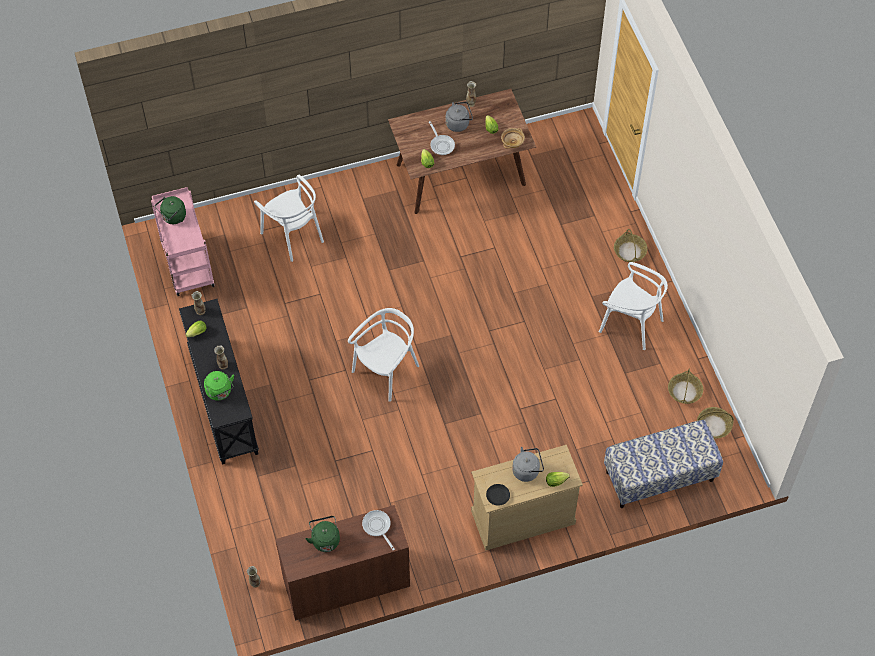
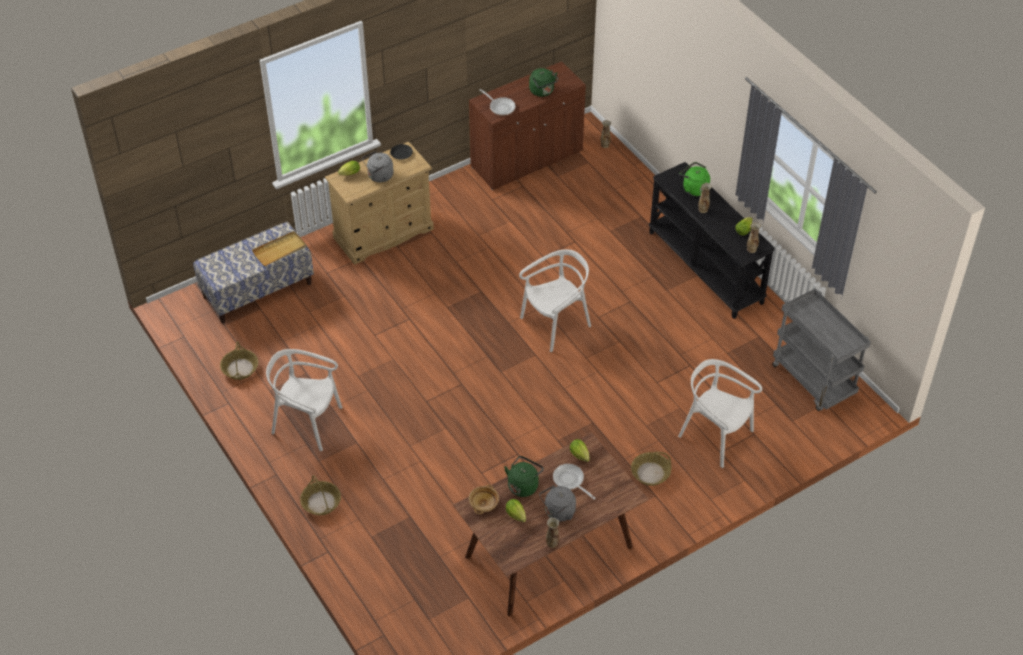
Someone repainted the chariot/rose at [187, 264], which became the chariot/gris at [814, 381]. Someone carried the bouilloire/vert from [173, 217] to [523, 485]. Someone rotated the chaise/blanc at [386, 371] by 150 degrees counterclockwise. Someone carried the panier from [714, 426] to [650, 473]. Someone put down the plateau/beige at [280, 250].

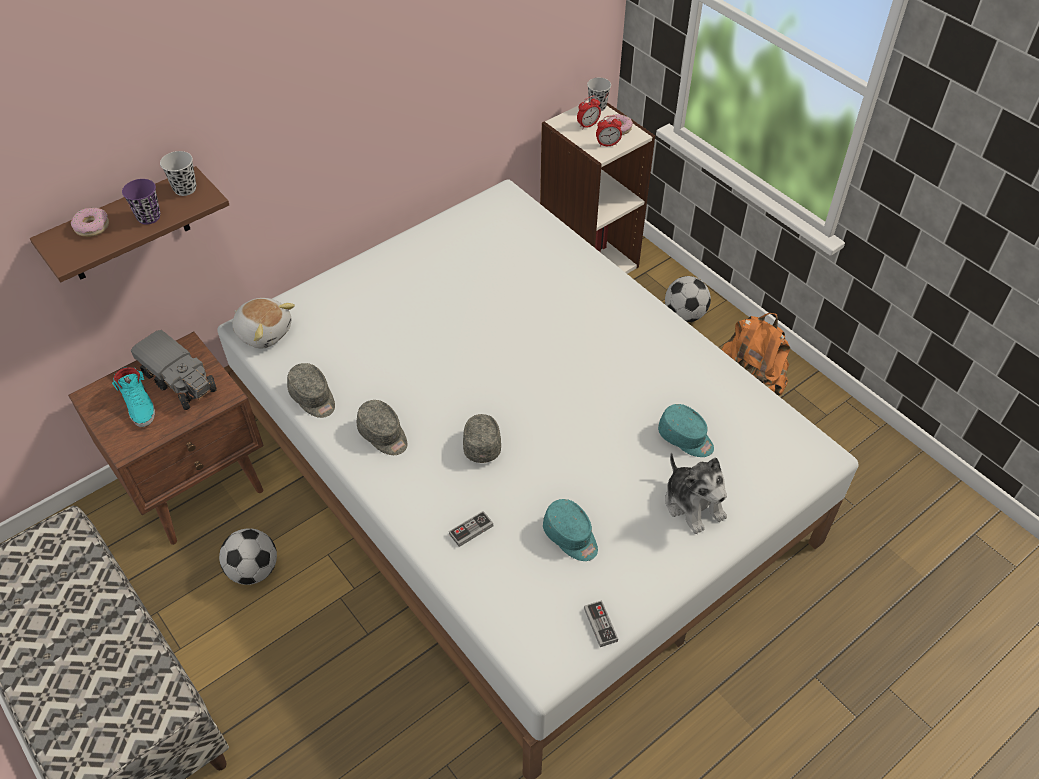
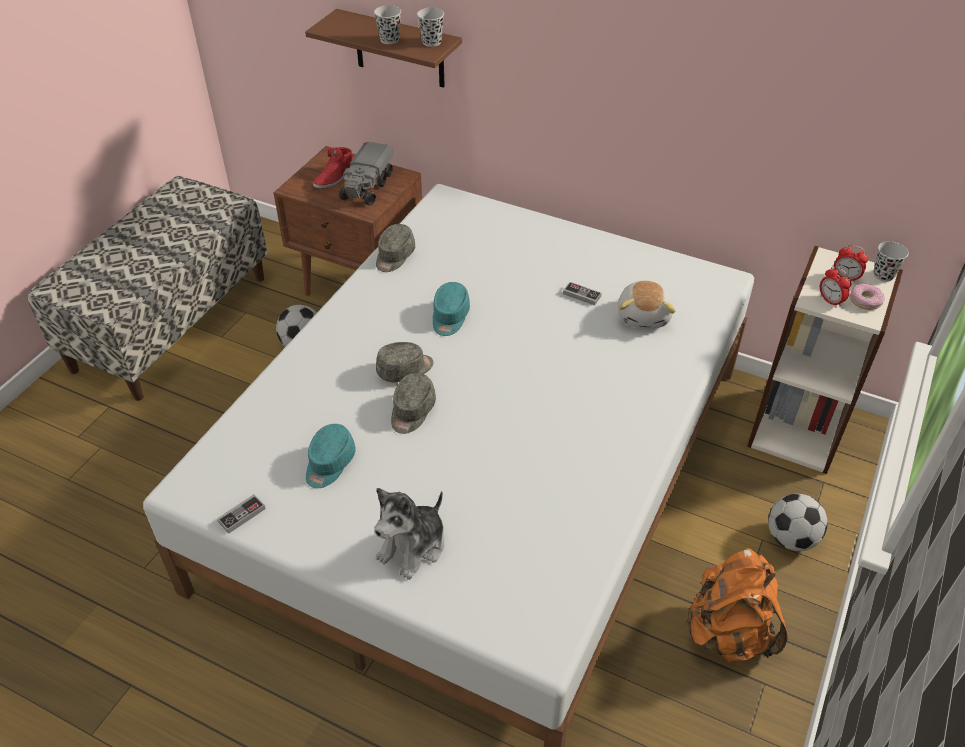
Someone repainted the tasse/violet at [149, 217], which became the tasse/noir at [389, 40]. Someone took away the beignet at [92, 227]. Someone carried the peluche from [264, 332] to [644, 315]. Someone repainted the chaussure/turquoise at [139, 404], which became the chaussure/rouge at [335, 178]. Someone carried the casquette/gris from [383, 435] to [412, 411]. Someone carried the casquette/turquoise from [686, 438] to [450, 317]. Someone carried the manette from [471, 530] to [582, 295].

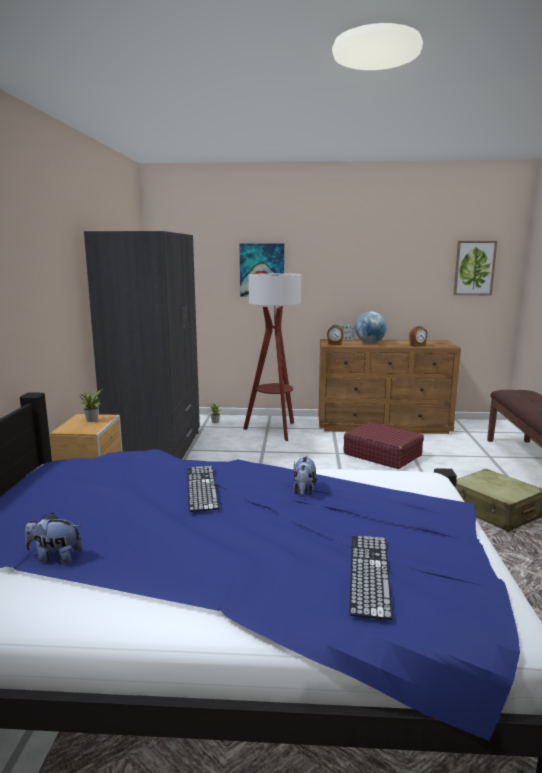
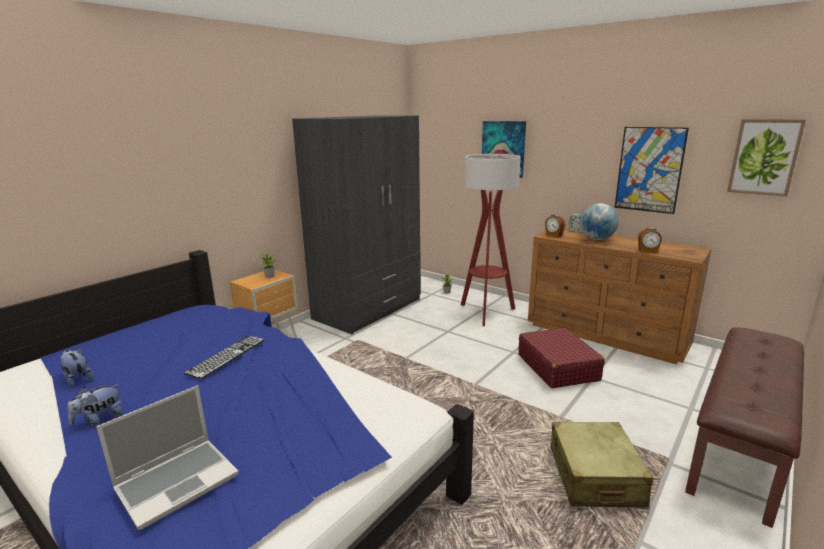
Someone carried the peluche from [304, 491] to [100, 419]. Someone swapped the clavier at [369, 573] for the ordinateur portable at [178, 481]. Someone put up the tableau at [649, 170].

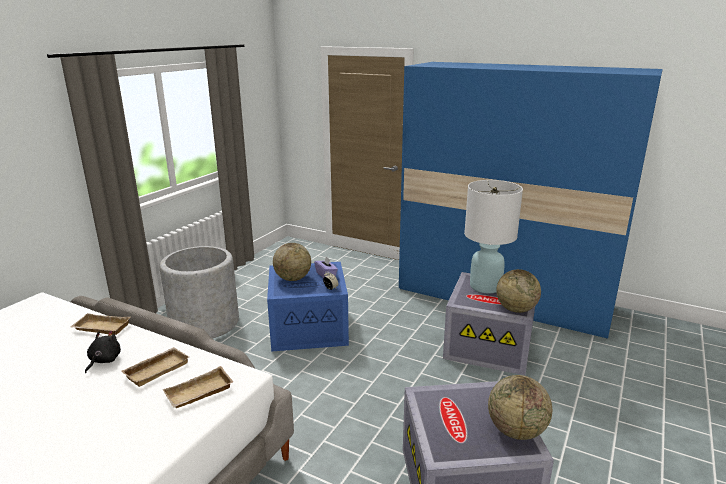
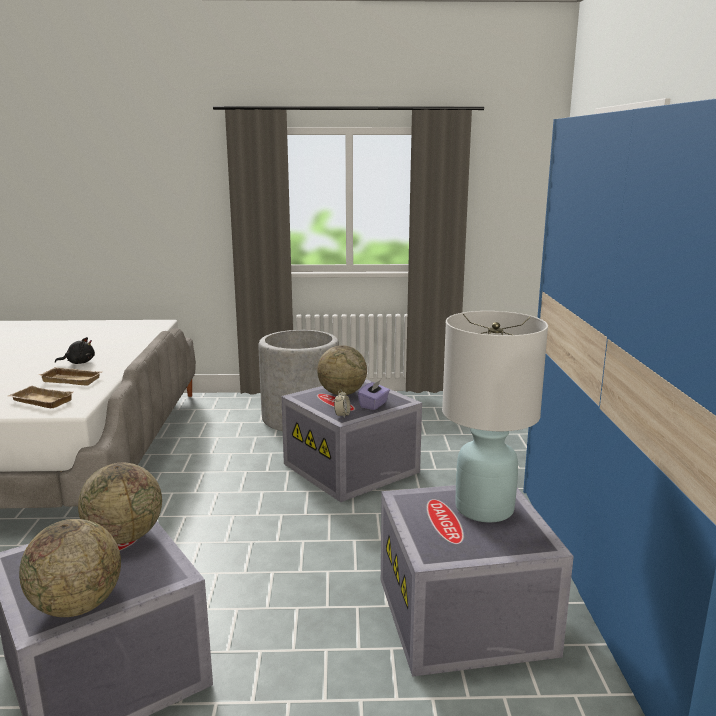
Someone repainted the boîte de rangement/bleu at [310, 327], which became the boîte de rangement/gris at [353, 468]. Someone carried the globe from [516, 309] to [124, 537]. Someone took away the plateau/beige at [100, 328].

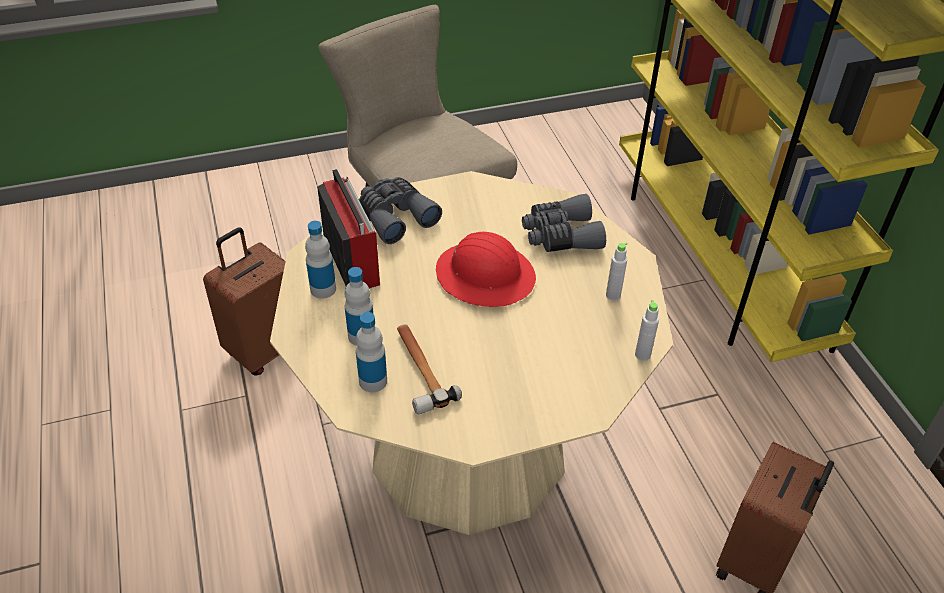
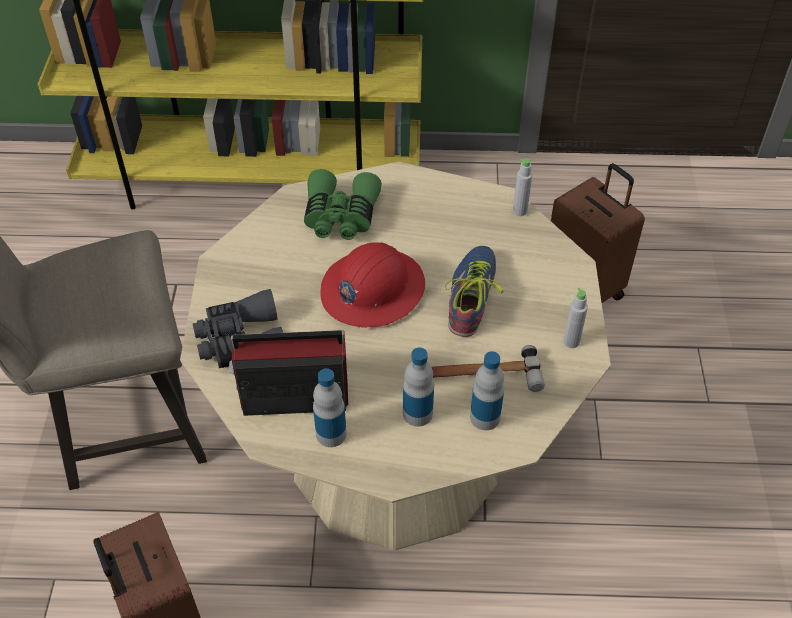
Someone repainted the jumelles/gris at [560, 235], which became the jumelles/vert at [340, 216]. Someone carried the bouteille/gris from [613, 295] to [571, 342]. Someone put down the chaussure at [471, 296].

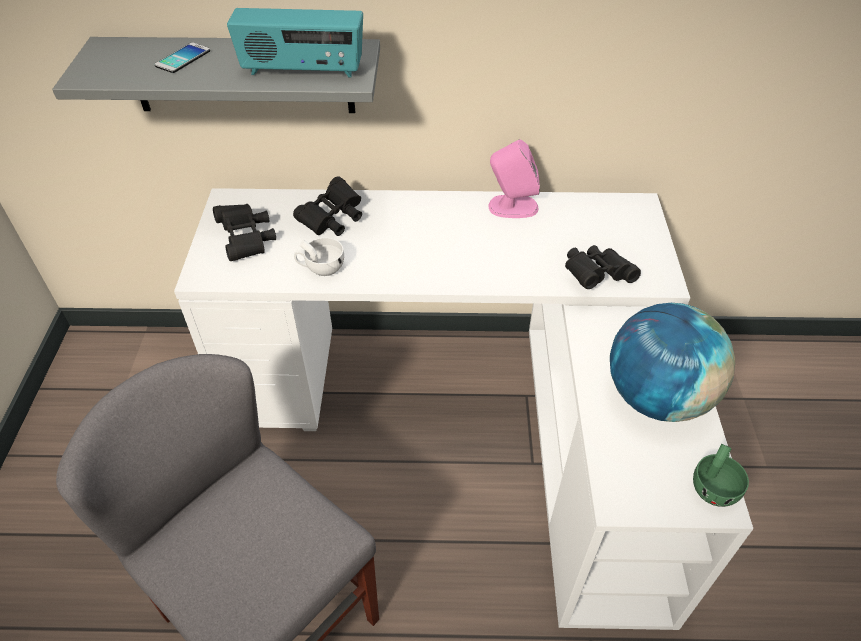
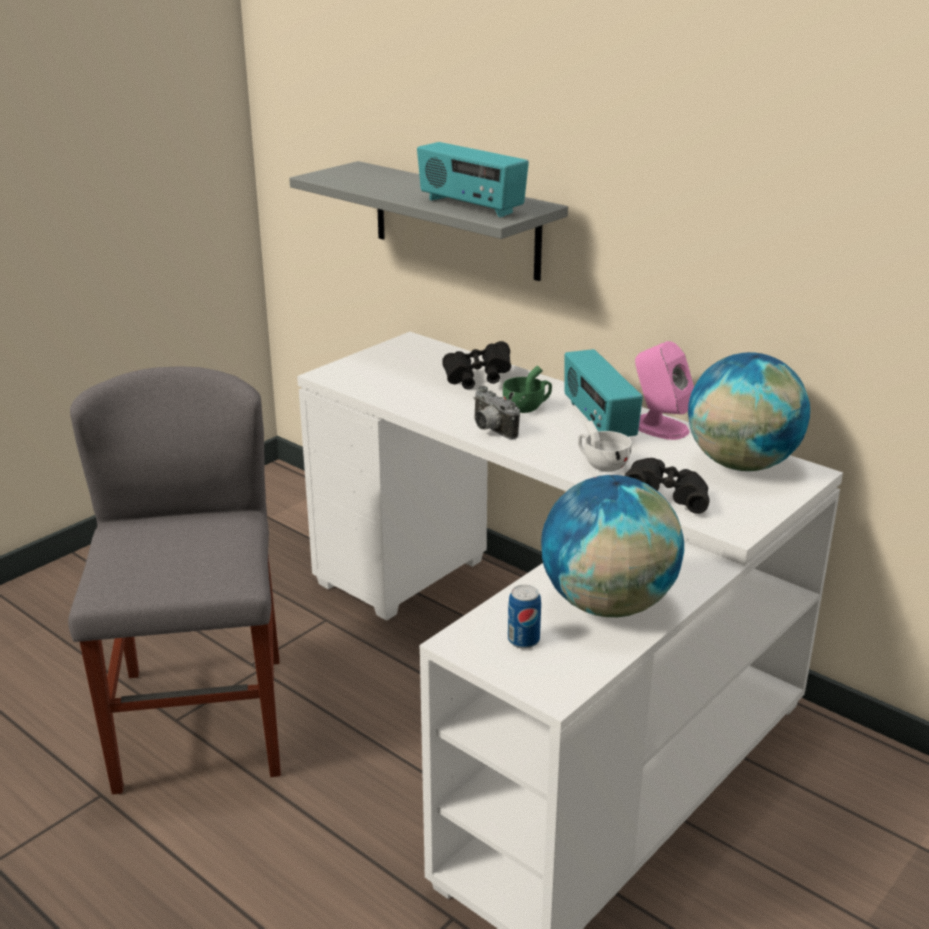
Someone took away the téléphone at [183, 58]. Someone took away the jumelles/noir at [247, 240]. Someone carried the tasse/blanc from [321, 268] to [601, 464]. Someone carried the tasse/vert from [714, 486] to [527, 407]. Someone put down the radio at [597, 422]. Someone put down the globe at [741, 464]. Someone put down the appareil photo at [490, 430]. Someone put down the boîte métallique at [523, 640].

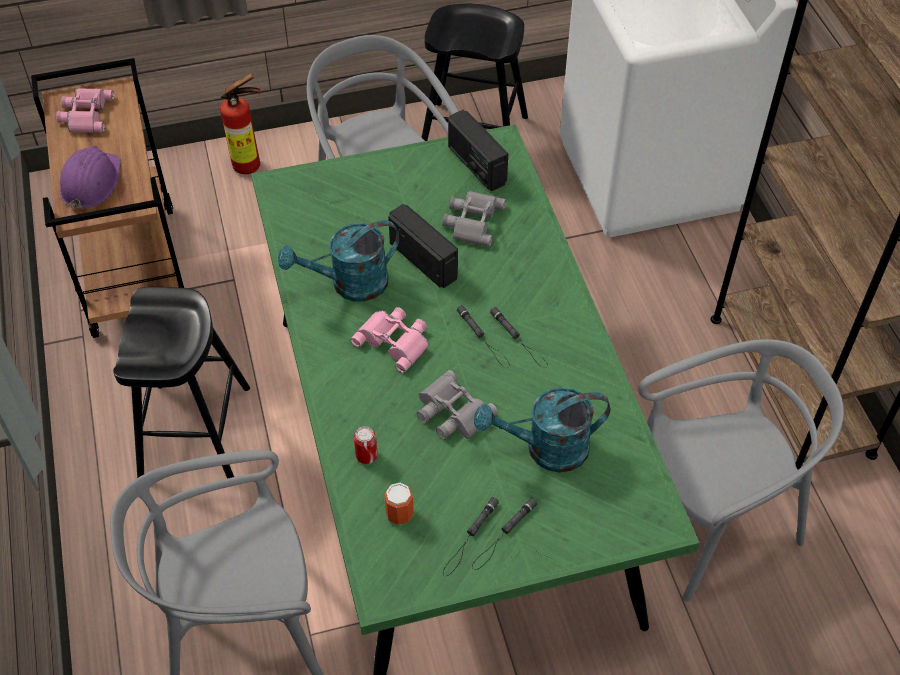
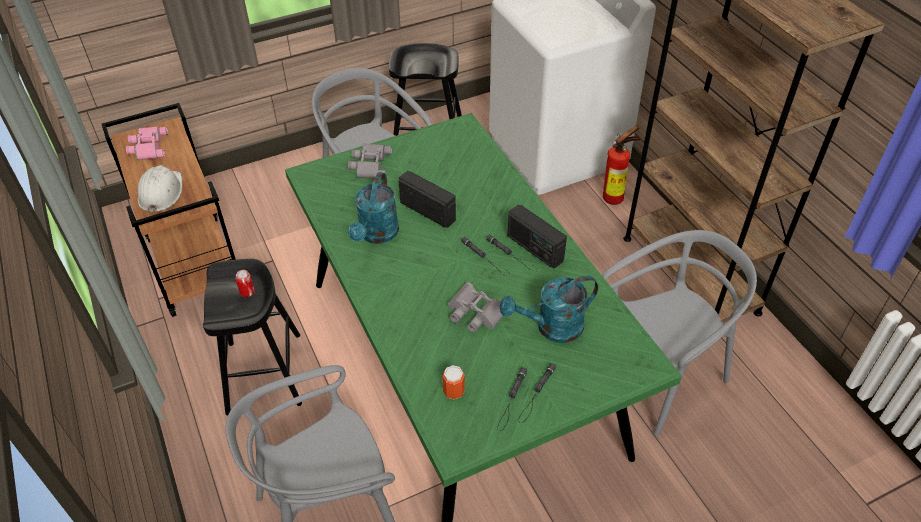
Someone carried the extincteur from [251, 165] to [615, 198]. Someone carried the radio from [476, 165] to [534, 248]. Someone repainted the casque de chantier/violet at [90, 182], which became the casque de chantier/blanc at [161, 193]. Someone carried the jumelles/gris from [472, 221] to [369, 164]. Someone rotated the arrosoir/turquoise at [349, 285] by 45 degrees counterclockwise. Someone took away the jumelles/rose at [395, 340]. Someone carried the boîte métallique from [366, 455] to [247, 292].

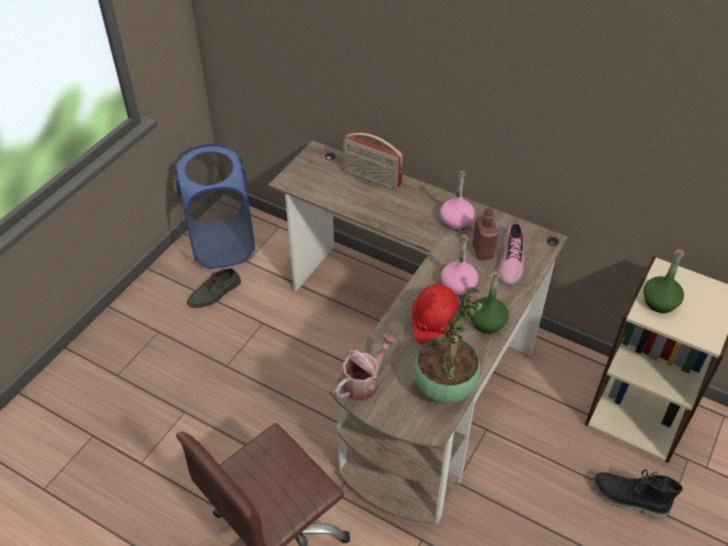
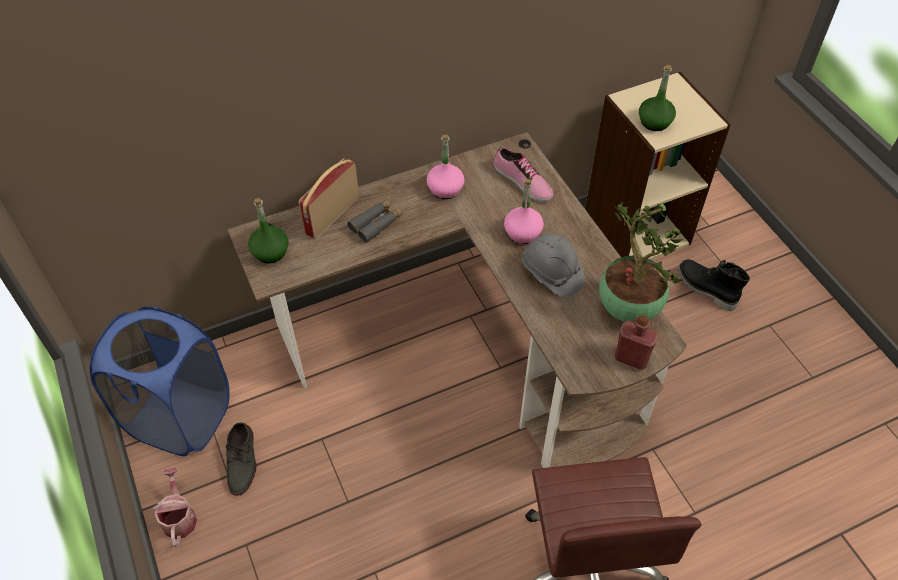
Someone rotated the radio at [371, 178] by 150 degrees clockwise. Someone carried the bouteille/rouge from [483, 251] to [631, 358]. Someone carried the bouteille/vert from [487, 322] to [270, 252]. Someone repainted the casque de chantier/rouge at [434, 323], which became the casque de chantier/gris at [552, 274]. Someone carried the arrosoir from [364, 382] to [179, 517]. Someone rotated the botte/noir at [627, 500] by 75 degrees clockwise. Someone put down the jumelles/gris at [376, 224].

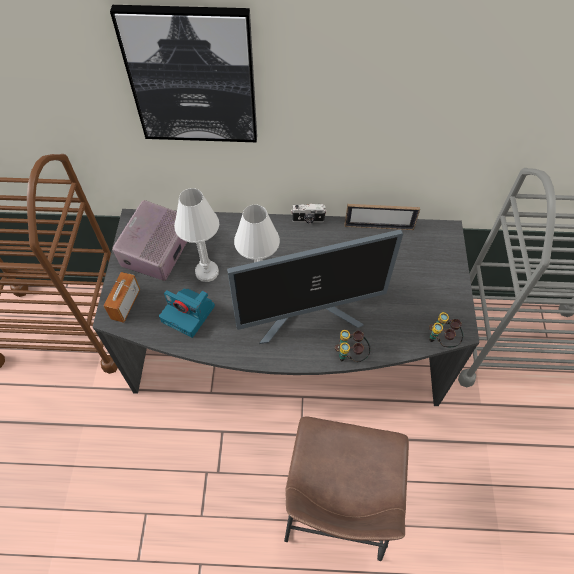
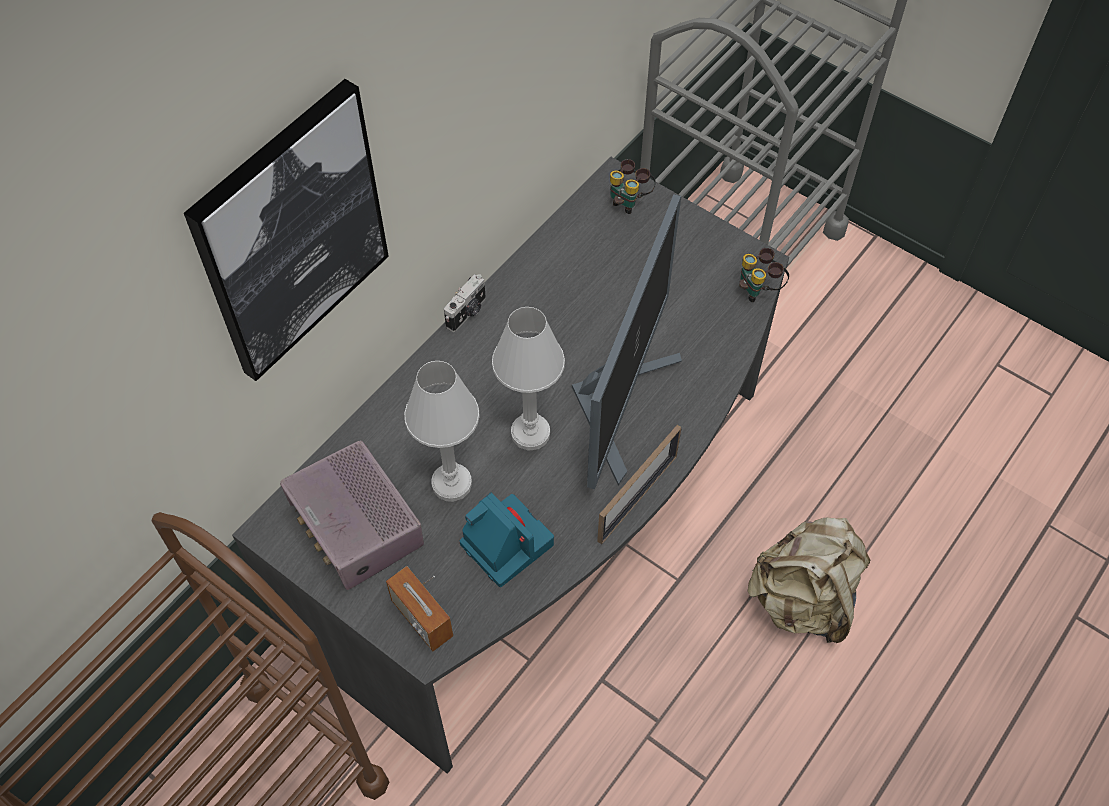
Someone carried the cadre photo from [379, 227] to [637, 498]. Someone rotated the appareil photo at [189, 313] by 105 degrees counterclockwise. Someone carried the jumelles from [351, 354] to [629, 200]. Someone swapped the tabouret/marron at [336, 507] for the sac à dos/beige at [803, 599].

